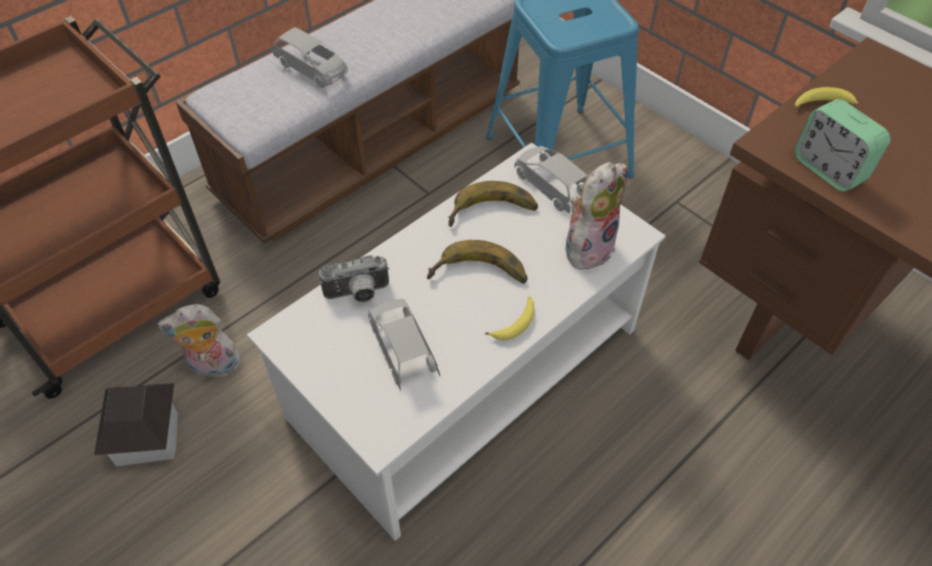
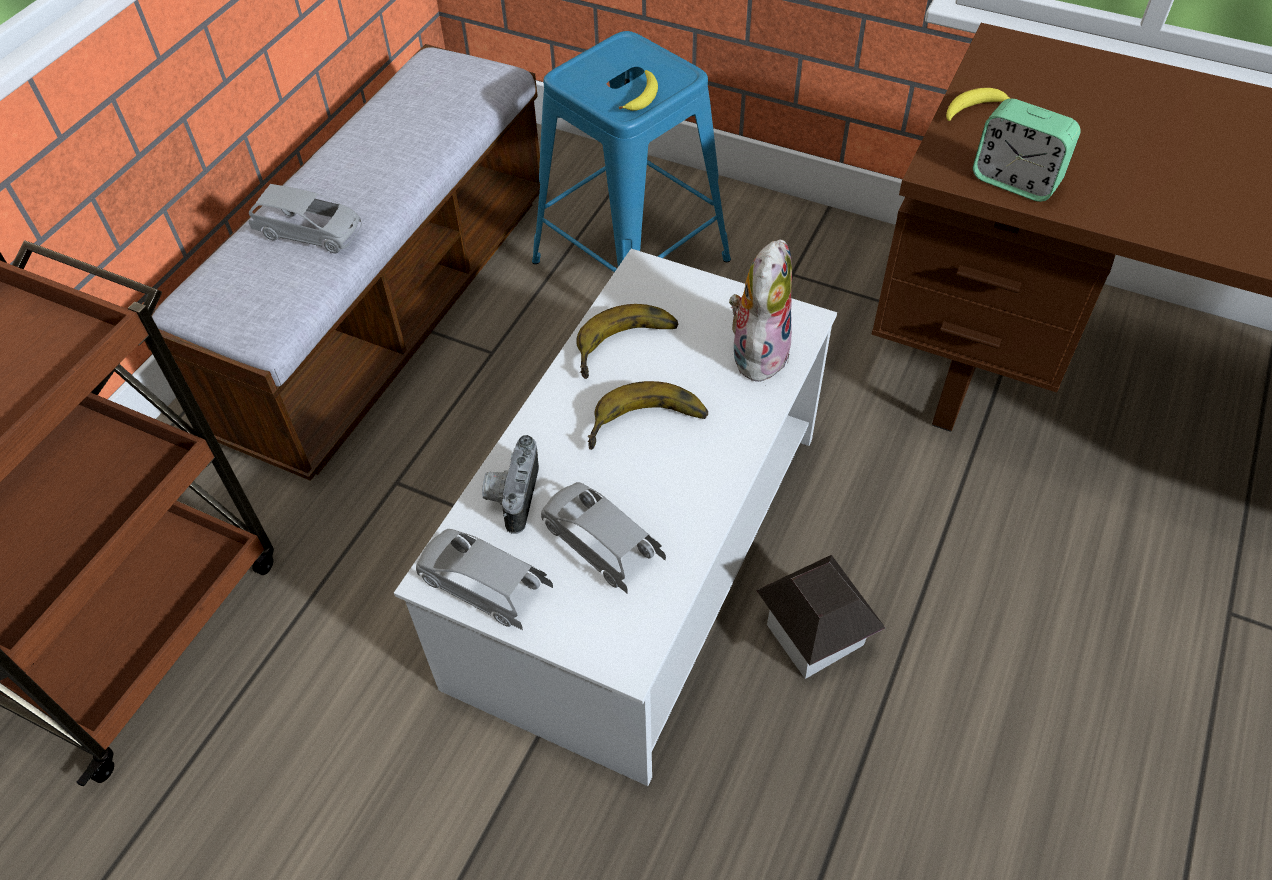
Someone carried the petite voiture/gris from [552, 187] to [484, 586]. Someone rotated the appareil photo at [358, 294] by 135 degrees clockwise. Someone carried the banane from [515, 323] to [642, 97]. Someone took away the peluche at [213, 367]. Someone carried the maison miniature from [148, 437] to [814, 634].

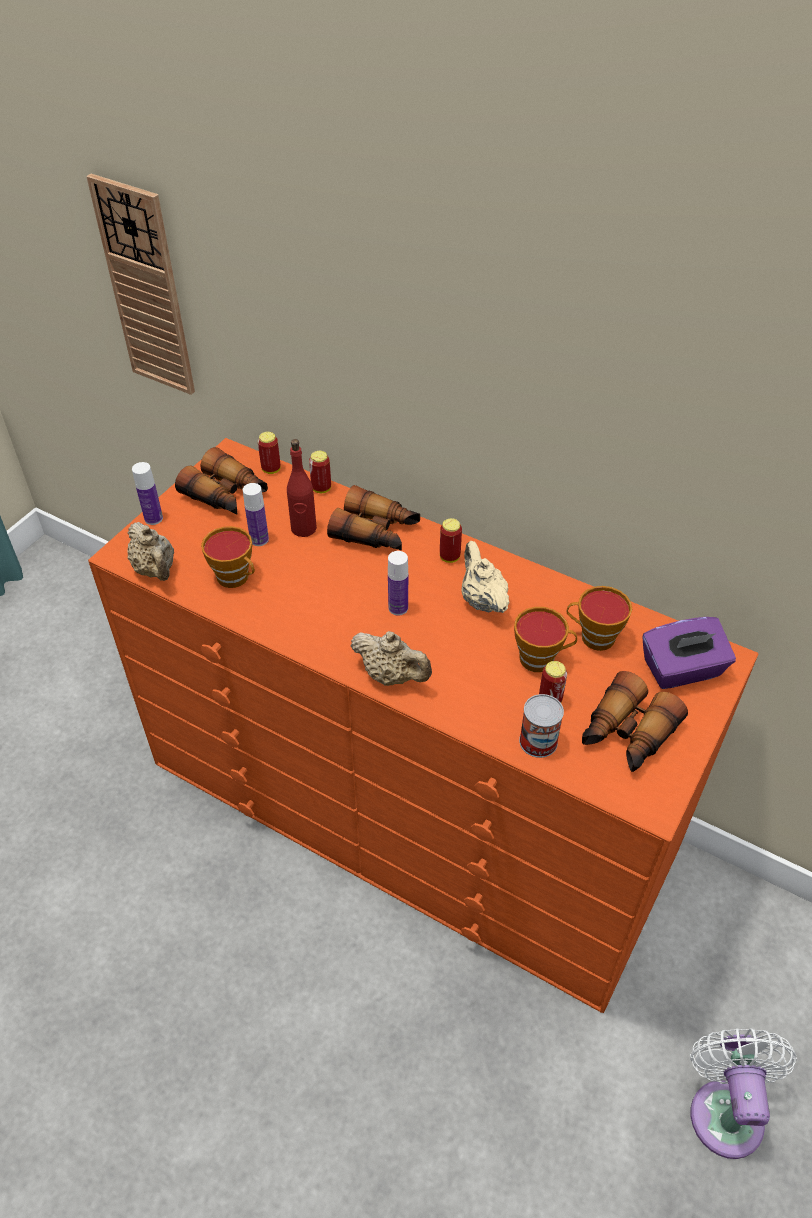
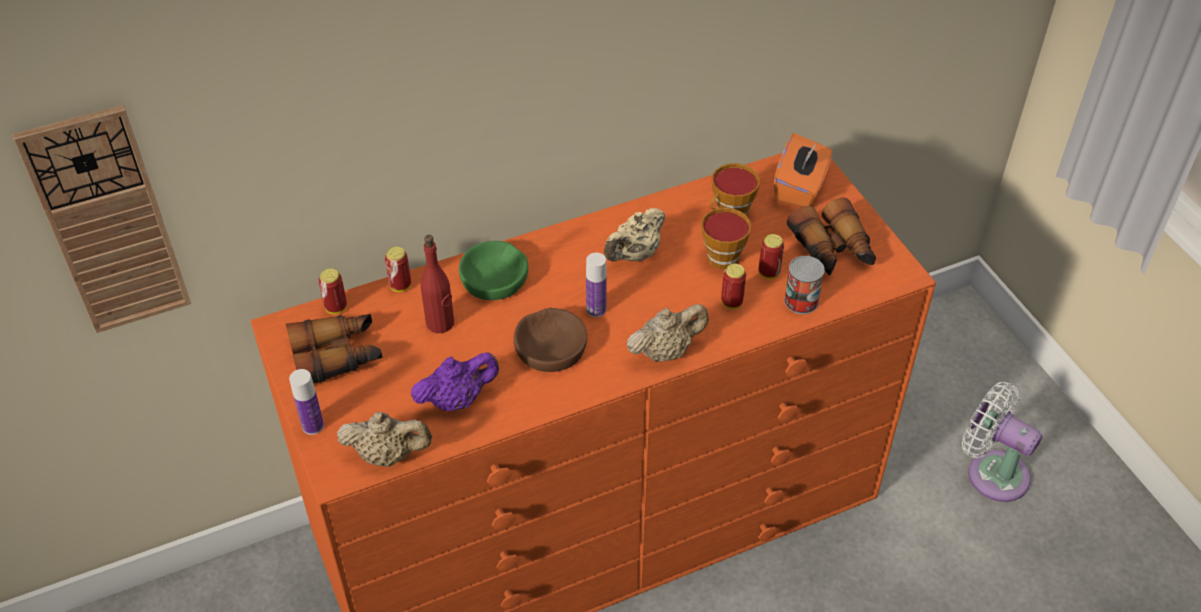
Someone took away the bouteille at [259, 539]. Someone swapped the jumelles at [376, 532] for the bol/vert at [494, 278]. Someone carried the boîte métallique from [449, 557] to [731, 303]. Someone swapped the tasse at [236, 578] for the théière/violet at [457, 400]. Someone rotated the théière/beige at [482, 600] by 60 degrees counterclockwise. Someone repainted the boîte à mouchoirs/violet at [682, 670], which became the boîte à mouchoirs/orange at [800, 188]. Someone put down the bol/marron at [550, 347].

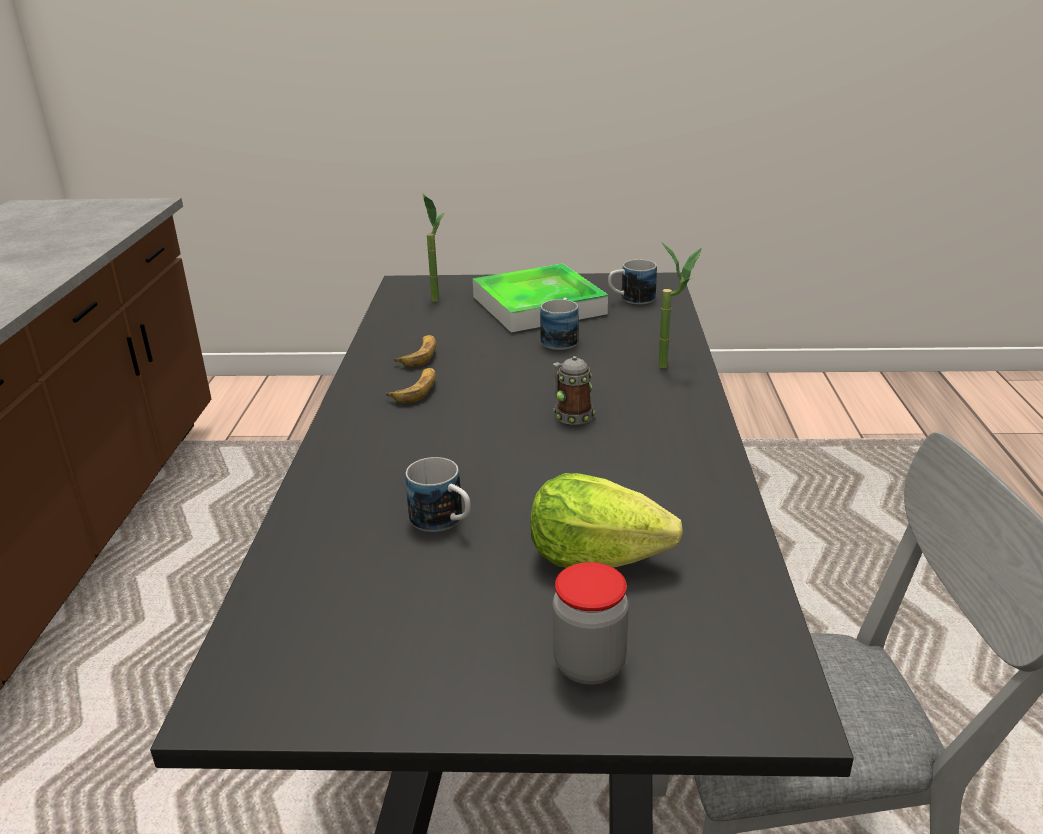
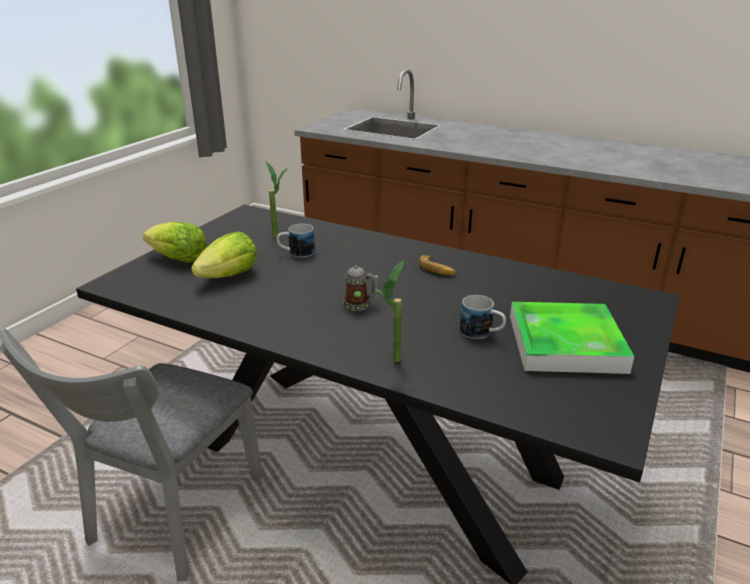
Someone carried the plante en pot from [435, 297] to [280, 237]. Someone took away the mug at [631, 299]. Someone took away the banane at [419, 355]. Someone swapped the bocal at [589, 665] for the laitue at [179, 259].

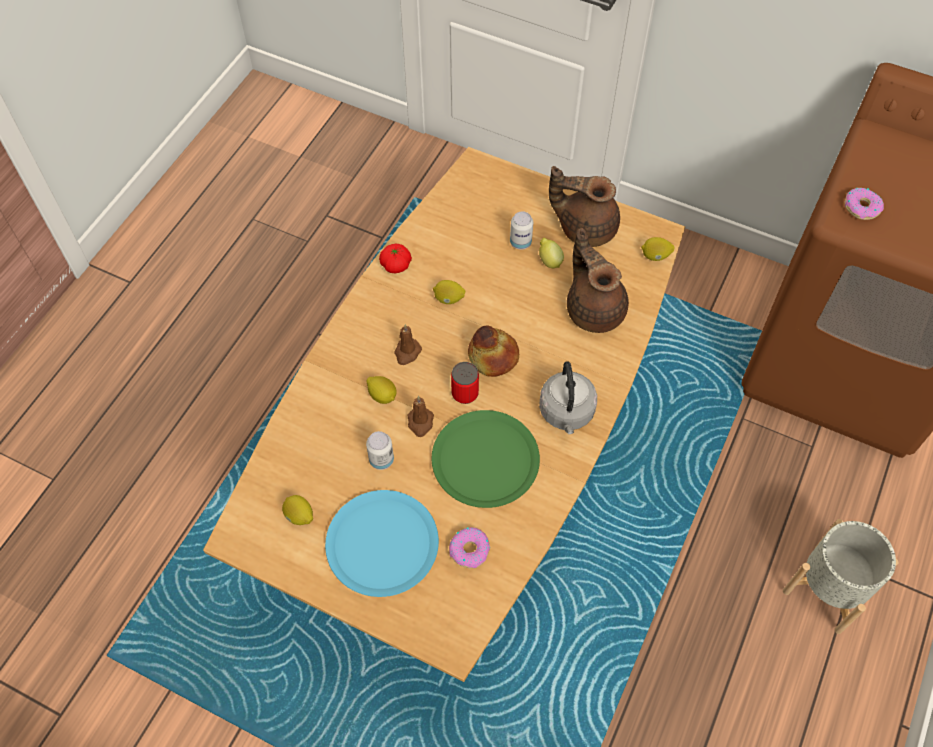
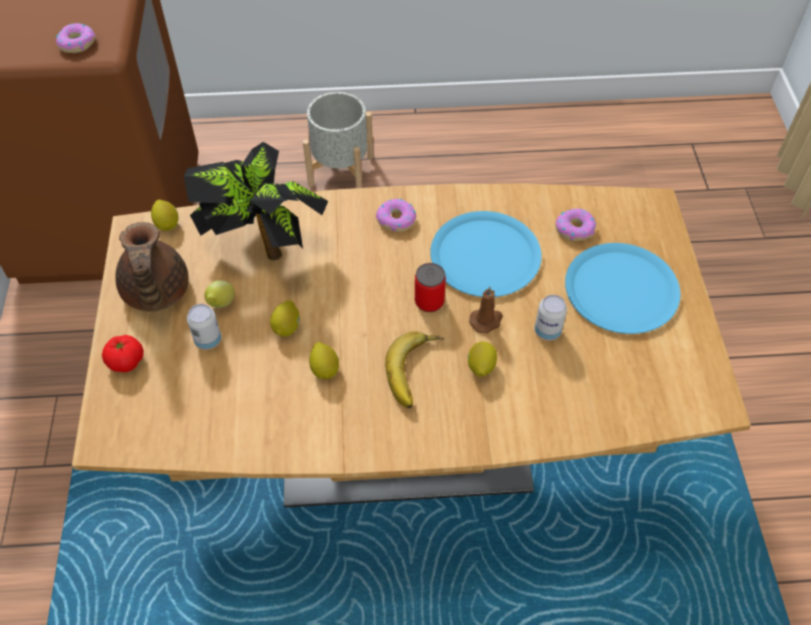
Someone swapped the théière/marron at [594, 308] for the plante en pot at [263, 245]. Someone carried the tomate from [396, 265] to [126, 361]. Someone swapped the bougie/marron at [407, 352] for the banane at [417, 372]. Someone took away the pain at [492, 357]. Someone swapped the bouilloire/gris at [566, 413] for the beignet at [396, 220]. Someone repainted the assiette/vert at [485, 459], which became the assiette/bleu at [485, 255]. Someone carried the citron from [299, 516] to [287, 327].

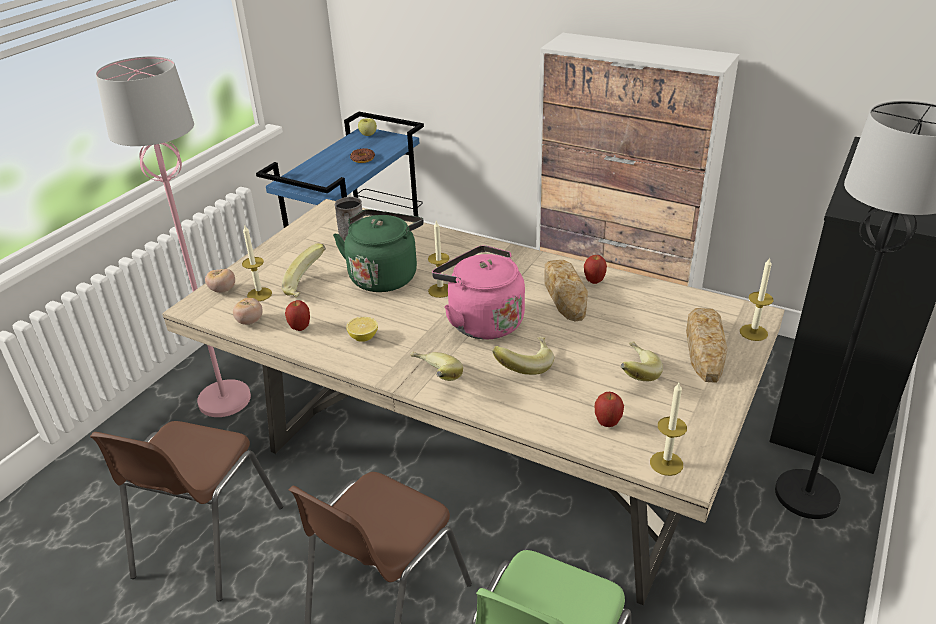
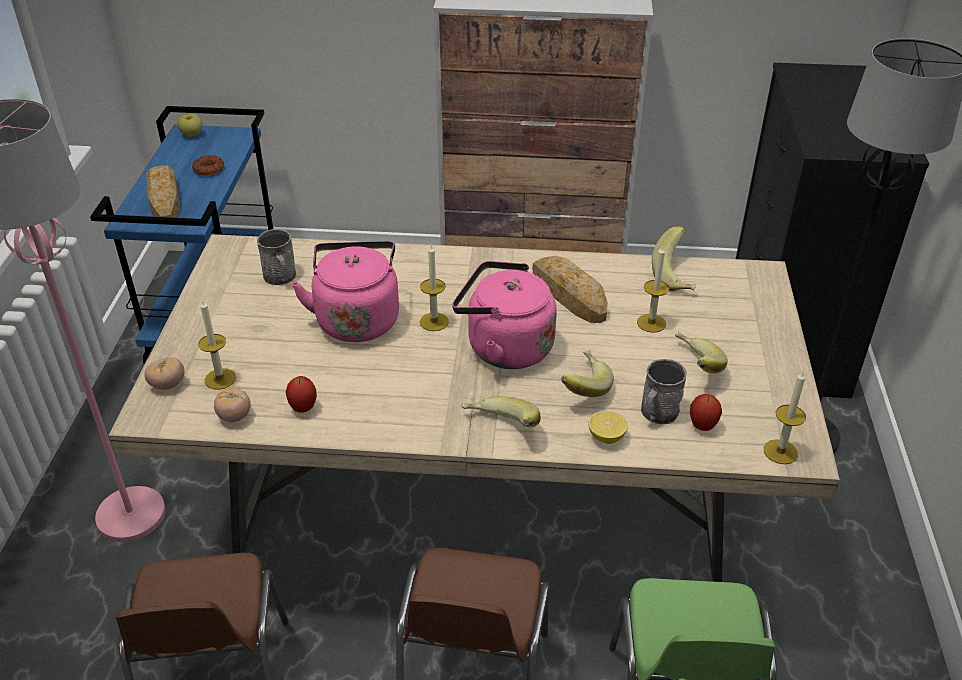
Someone repainted the bouilloire/vert at [384, 276], which became the bouilloire/rose at [357, 318]. Someone carried the banane from [308, 286] to [677, 276]. Someone took away the pomme at [594, 281]. Someone carried the bougie from [753, 332] to [651, 323]. Someone carried the pain from [704, 349] to [164, 199]. Someone carried the citron from [363, 337] to [606, 437]. Someone put down the mug/gris at [657, 414].

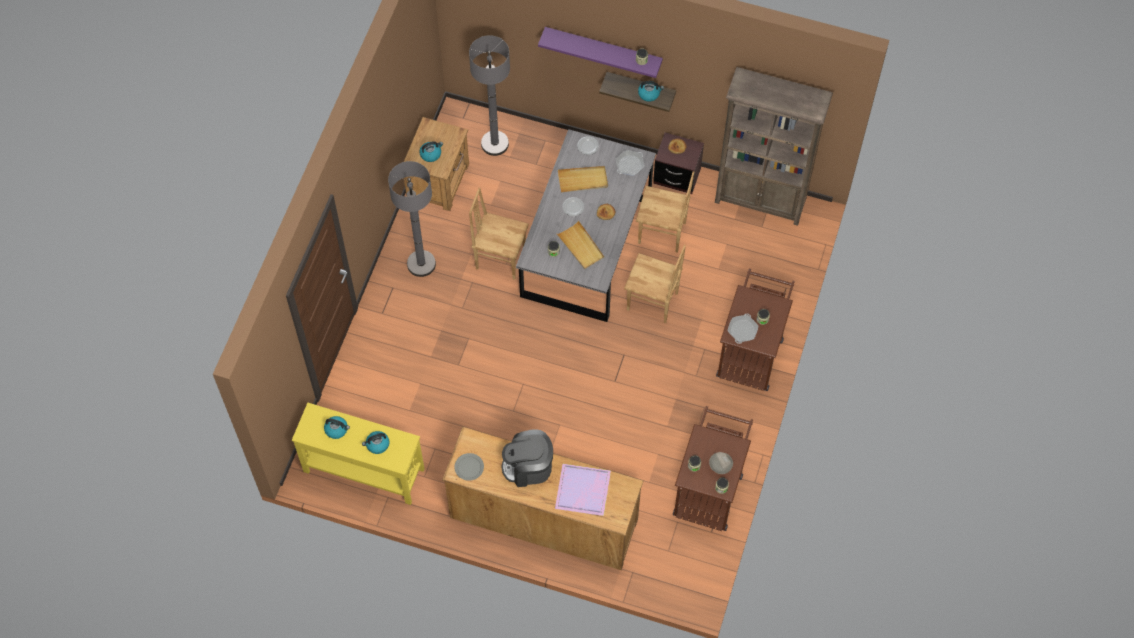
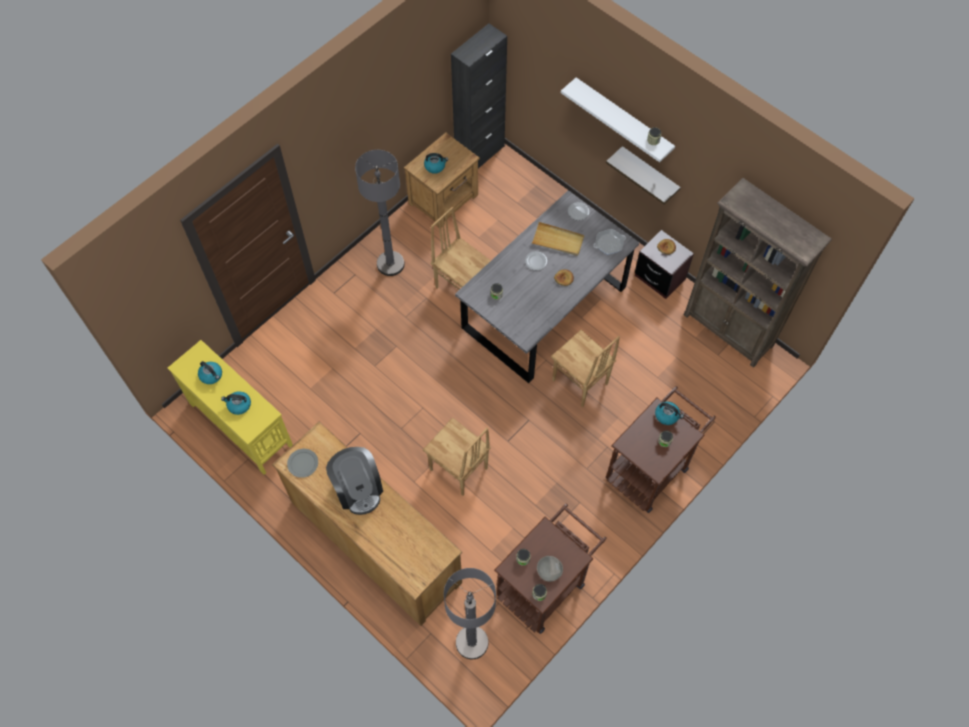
Someone repainted the étagère/violet at [603, 49], which became the étagère/blanc at [623, 119]. Someone carried the lampadaire/gris from [494, 143] to [472, 642]. Someone carried the bouilloire from [649, 93] to [667, 415]. Someone carried the chaise/marron from [662, 234] to [458, 470]. Someone took away the plateau/beige at [580, 246]. Someone took away the poêle at [742, 330]. Someone rotated the machine à café at [528, 467] by 135 degrees counterclockwise. Someone took away the plateau/violet at [583, 491]. Someone put down the meuble de rangement/noir at [479, 154].

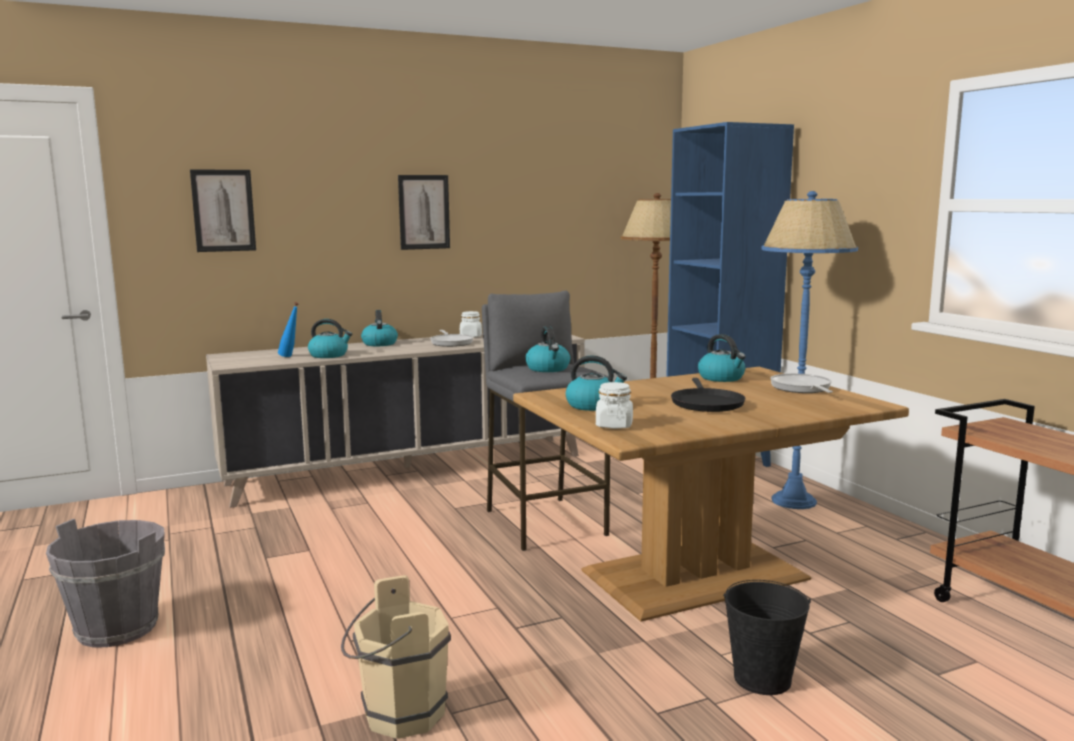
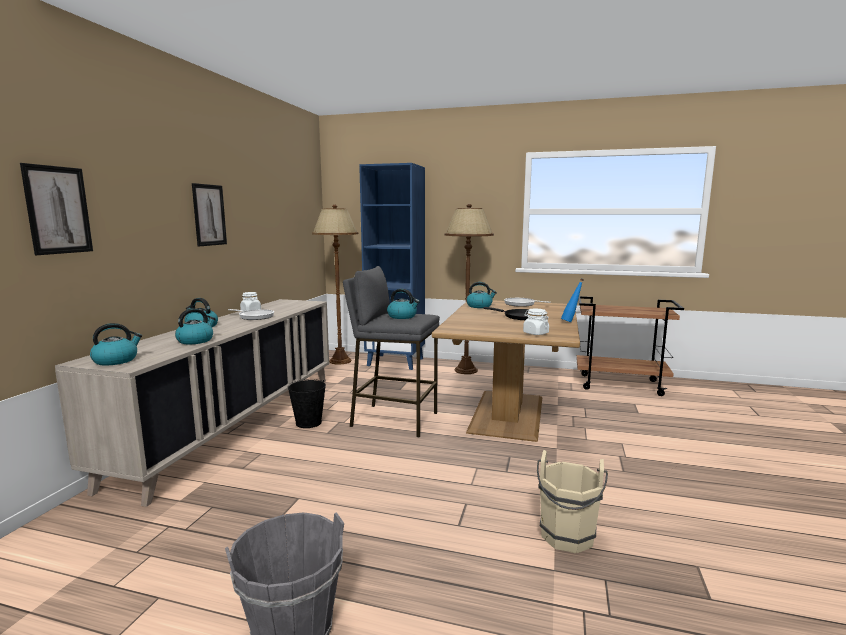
Someone repainted the lampadaire/bleu at [794, 501], which became the lampadaire/marron at [466, 370]. Someone carried the bouteille/bleu from [290, 357] to [571, 321]. Someone carried the bouilloire from [593, 405] to [116, 360]. Someone carried the seau/noir from [762, 679] to [309, 423].

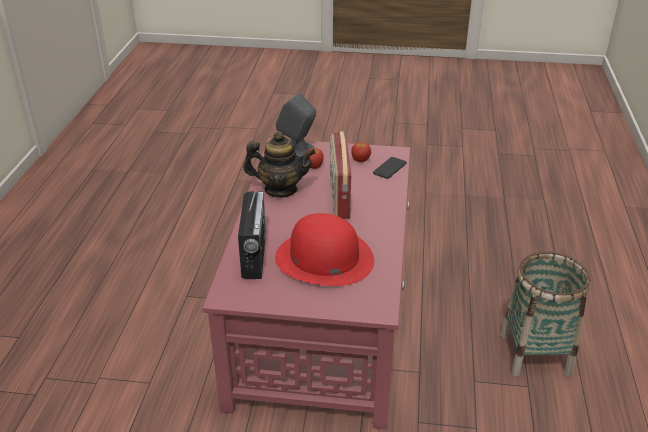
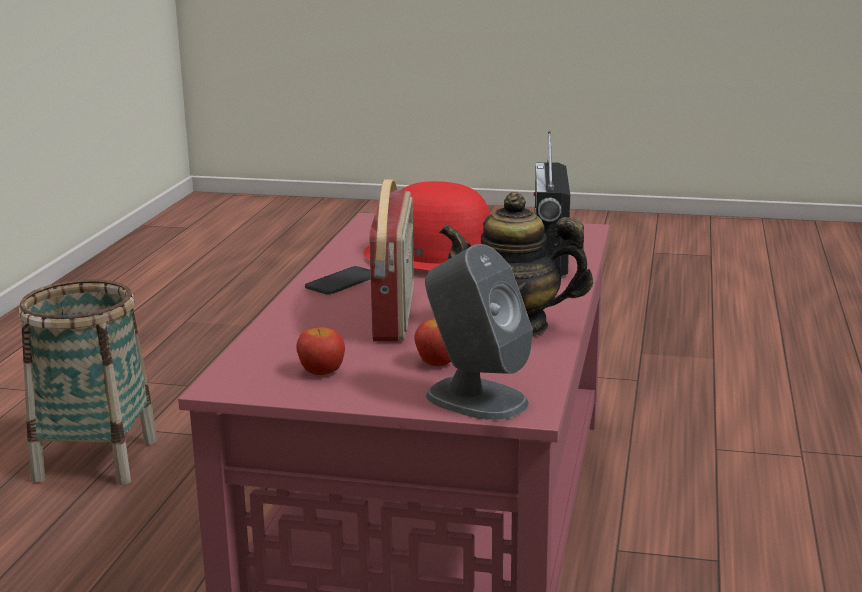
Someone carried the téléphone from [389, 168] to [342, 281].

